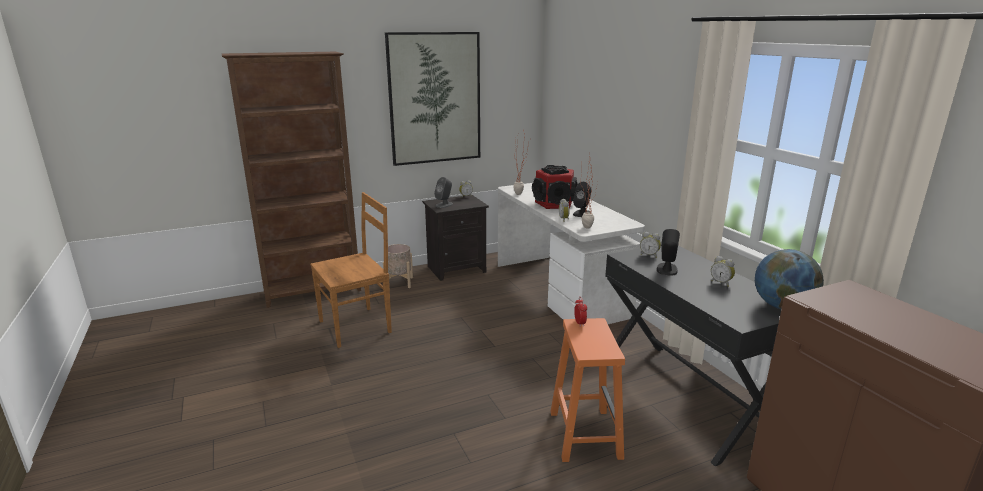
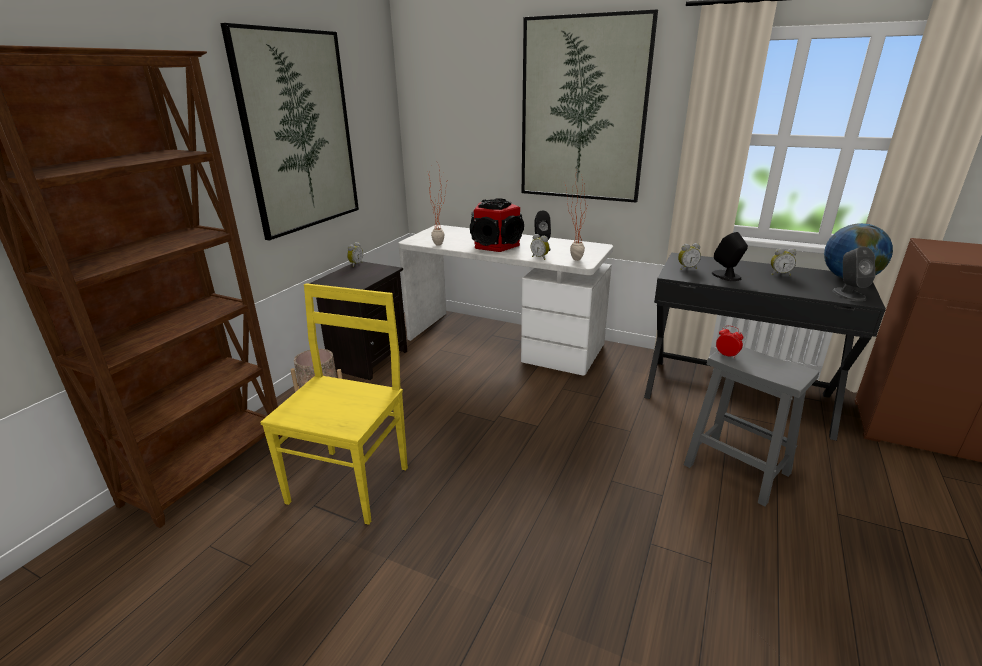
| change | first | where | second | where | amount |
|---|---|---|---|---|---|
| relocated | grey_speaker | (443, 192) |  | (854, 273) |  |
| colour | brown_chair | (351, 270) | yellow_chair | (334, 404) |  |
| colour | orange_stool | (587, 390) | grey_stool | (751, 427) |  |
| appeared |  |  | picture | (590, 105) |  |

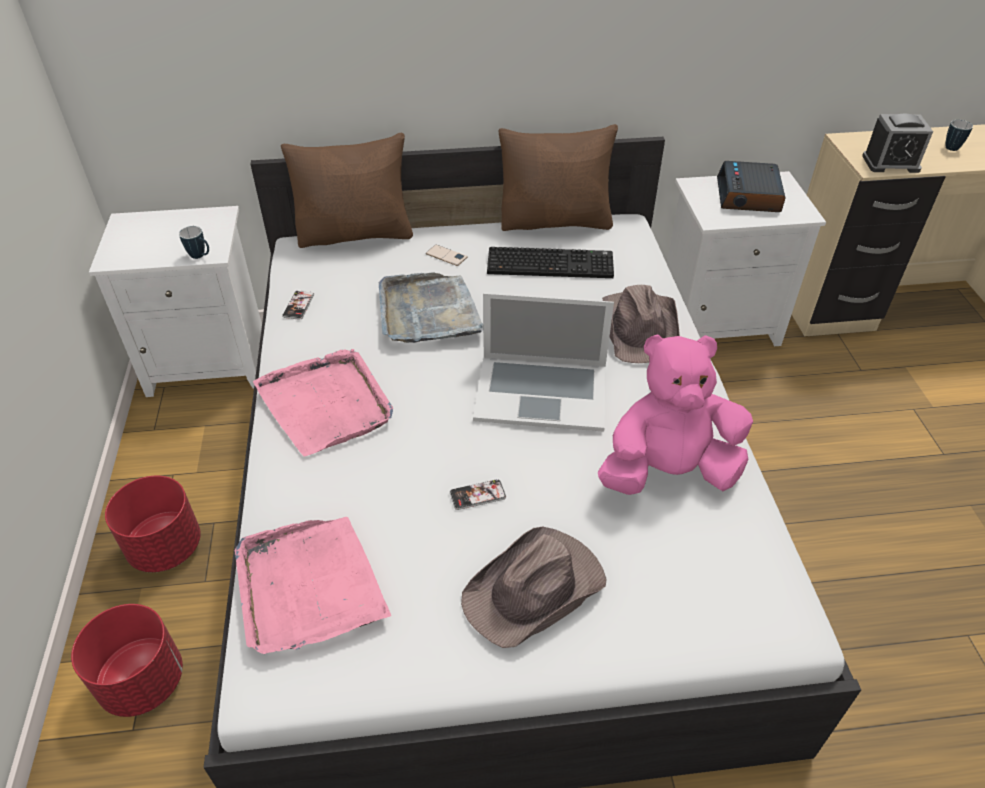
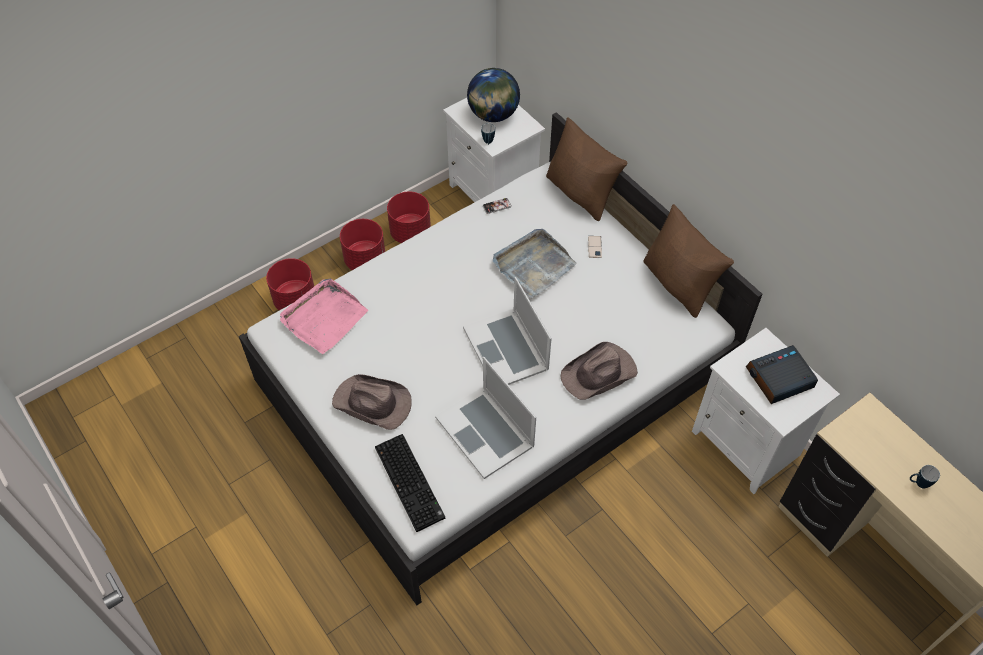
| change | first | where | second | where | amount |
|---|---|---|---|---|---|
| missing | alarm_clock | (897, 143) |  |  |  |
| relocated | keyboard | (550, 262) |  | (410, 483) |  |
| exchanged | pink_plush_toy | (675, 414) | laptop | (485, 418) |  |
| missing | pink_tray | (323, 402) |  |  |  |
| missing | phone | (478, 494) |  |  |  |
| appeared |  |  | globe | (493, 95) |  |
| appeared |  |  | red_planter | (409, 217) |  |

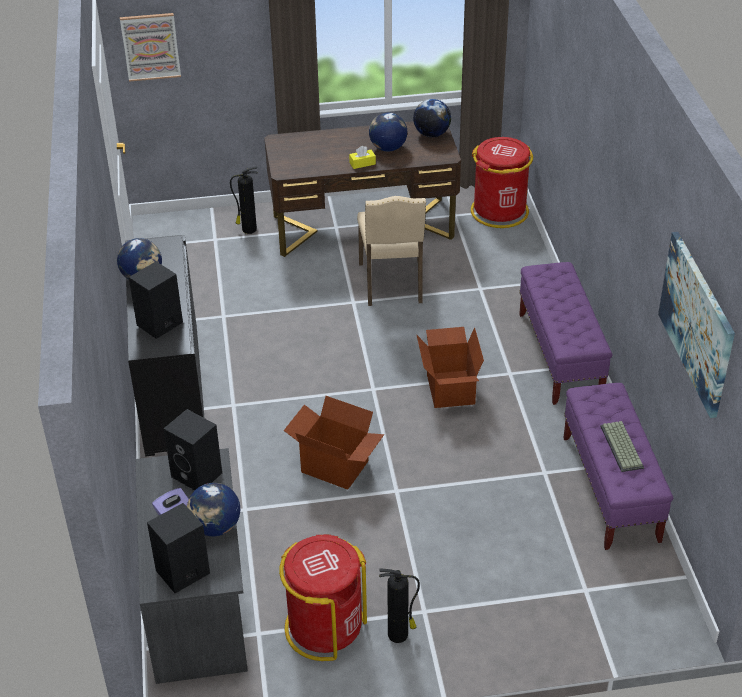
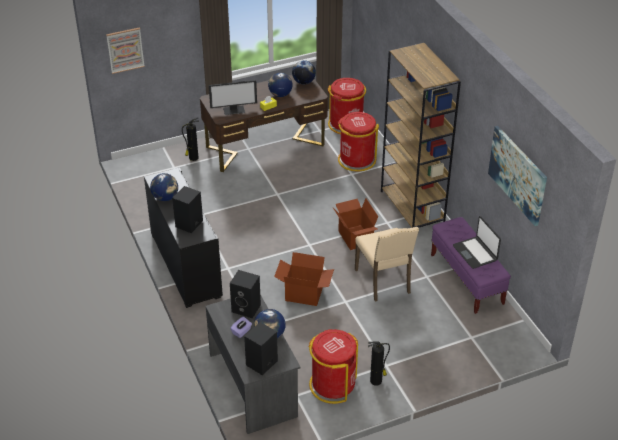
| change | first | where | second | where | amount |
|---|---|---|---|---|---|
| relocated | beige_chair | (391, 251) |  | (387, 264) |  |
| exchanged | purple_bench | (565, 333) | brown_bookcase | (421, 135) |  |
| exchanged | keyboard | (622, 446) | laptop | (477, 242) |  |
| appeared |  |  | monitor | (233, 97) |  |
| appeared |  |  | red_trash_can | (358, 142) |  |

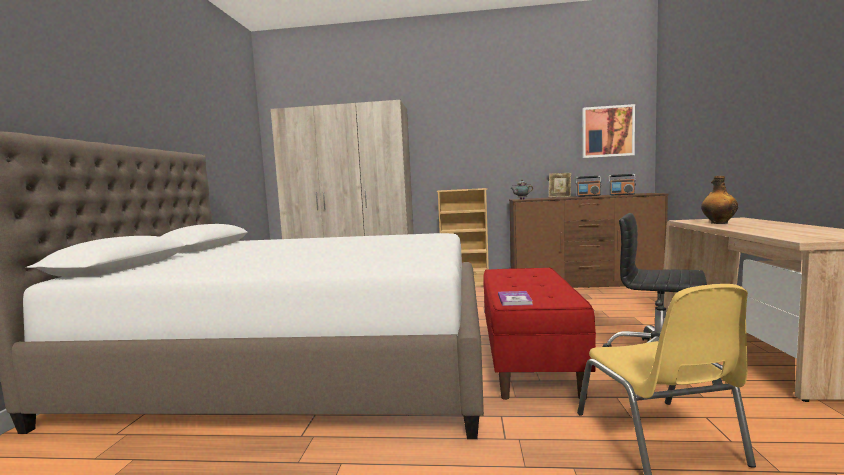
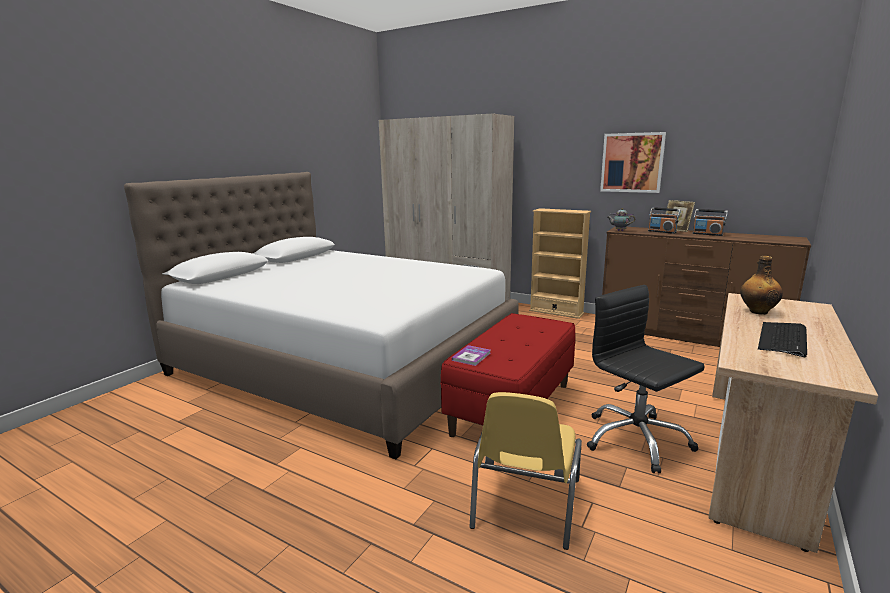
| change | first | where | second | where | amount |
|---|---|---|---|---|---|
| relocated | picture | (608, 131) |  | (633, 162) |  |
| relocated | radio | (622, 184) |  | (664, 220) |  |
| appeared |  |  | keyboard | (782, 339) |  |

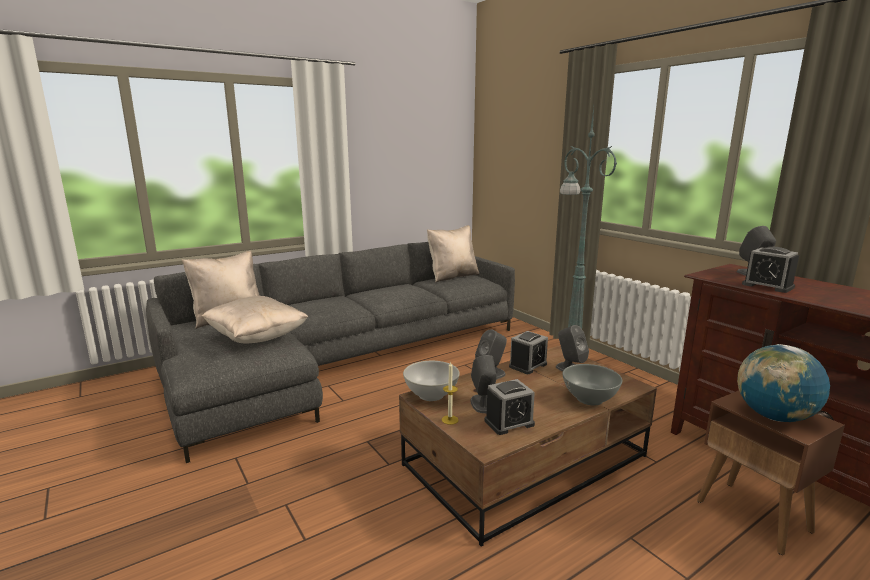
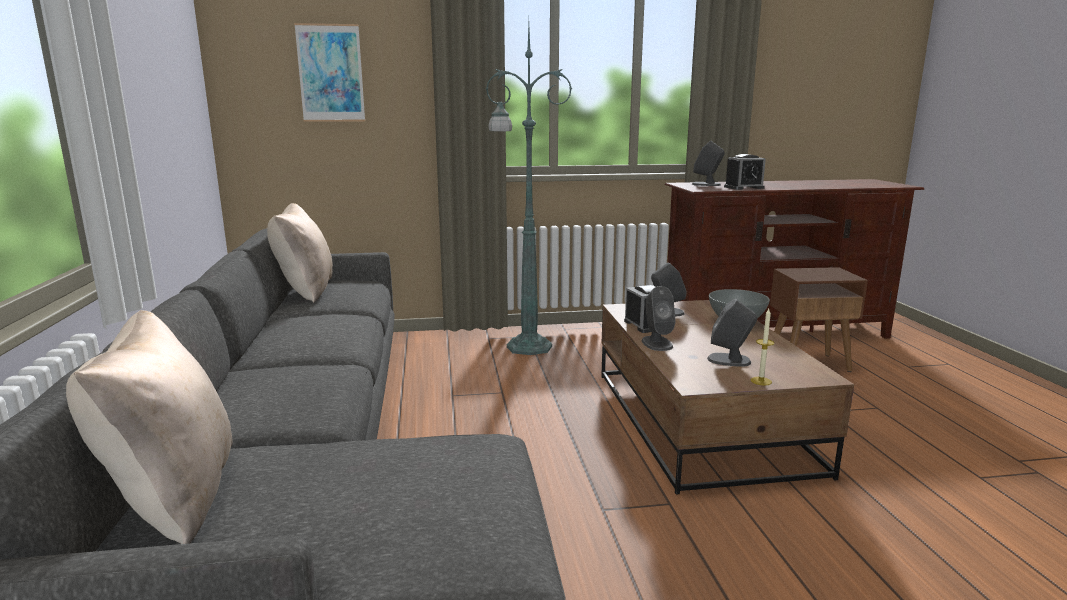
| change | first | where | second | where | amount |
|---|---|---|---|---|---|
| missing | beige_pillow | (255, 319) |  |  |  |
| missing | globe | (783, 383) |  |  |  |
| missing | white_bowl | (431, 381) |  |  |  |
| missing | alarm_clock | (510, 407) |  |  |  |
| appeared |  |  | picture | (329, 72) |  |

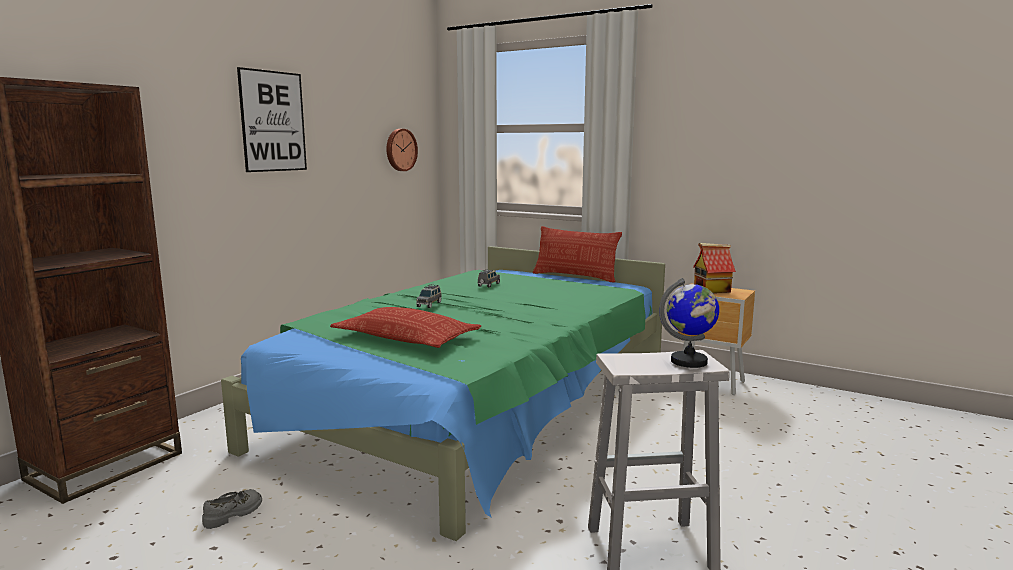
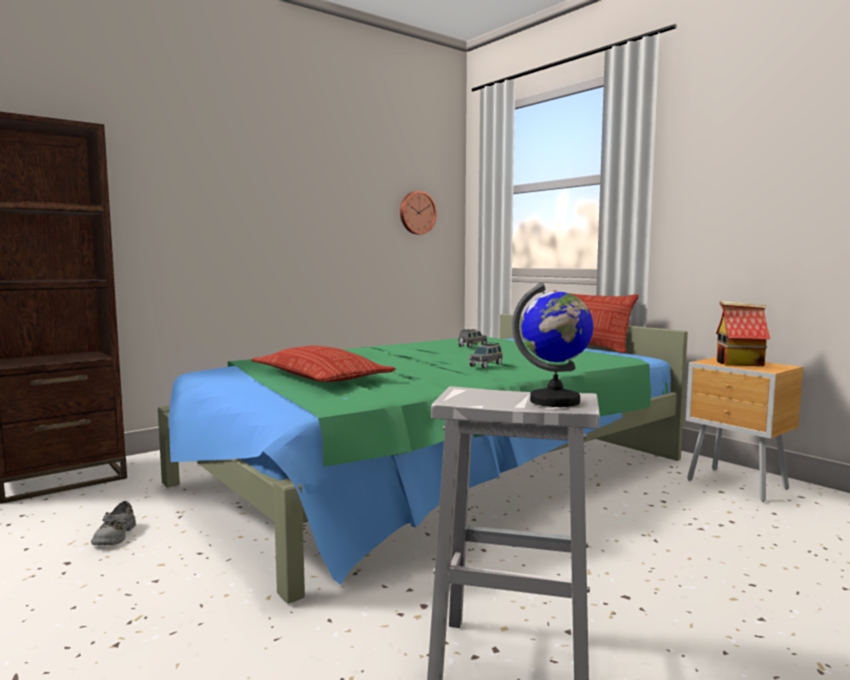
| change | first | where | second | where | amount |
|---|---|---|---|---|---|
| missing | picture | (272, 119) |  |  |  |
| relocated | grey_toy_car | (429, 296) |  | (486, 355) |  |
| spun | grey_shoe | (232, 509) |  | (113, 523) | 120 degrees clockwise |

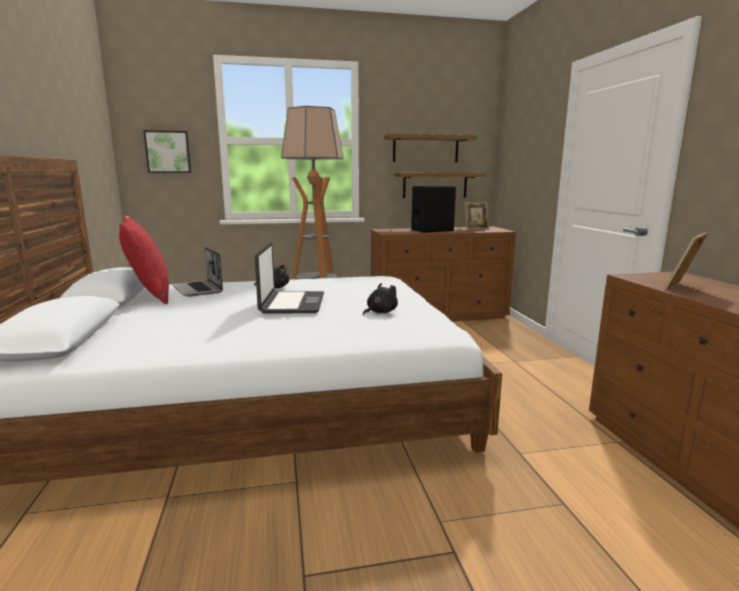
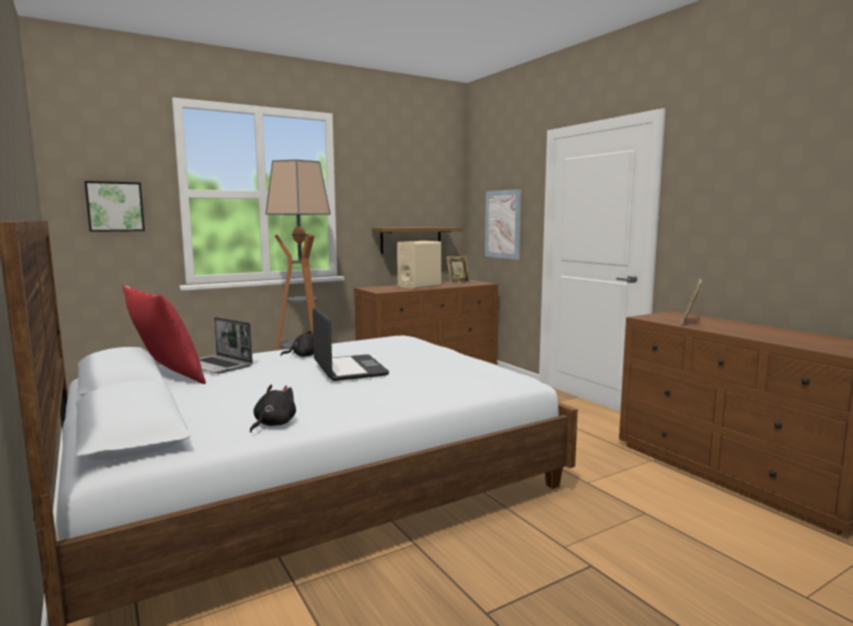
| change | first | where | second | where | amount |
|---|---|---|---|---|---|
| missing | shelf | (430, 148) |  |  |  |
| colour | black_speaker | (433, 209) | beige_speaker | (419, 265) |  |
| relocated | black_plush_toy | (380, 299) |  | (273, 408) |  |
| appeared |  |  | picture | (503, 224) |  |

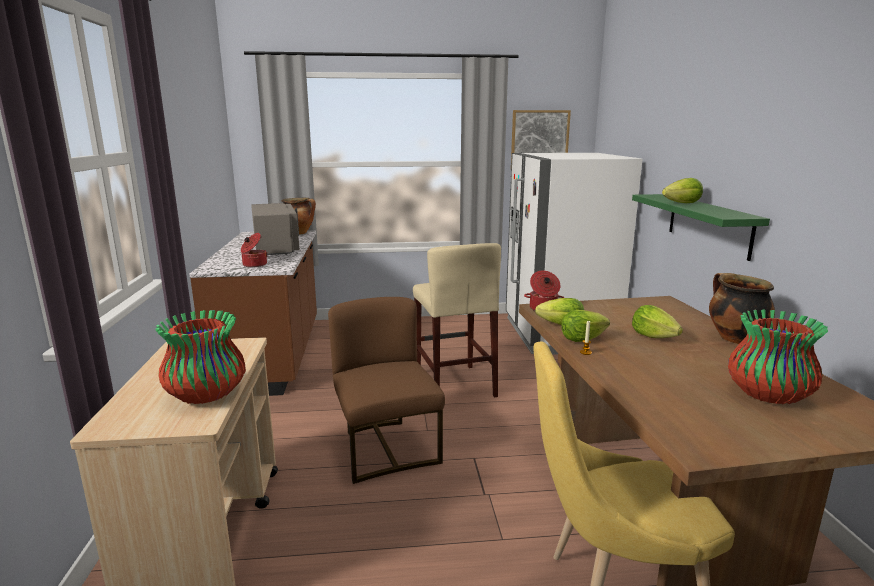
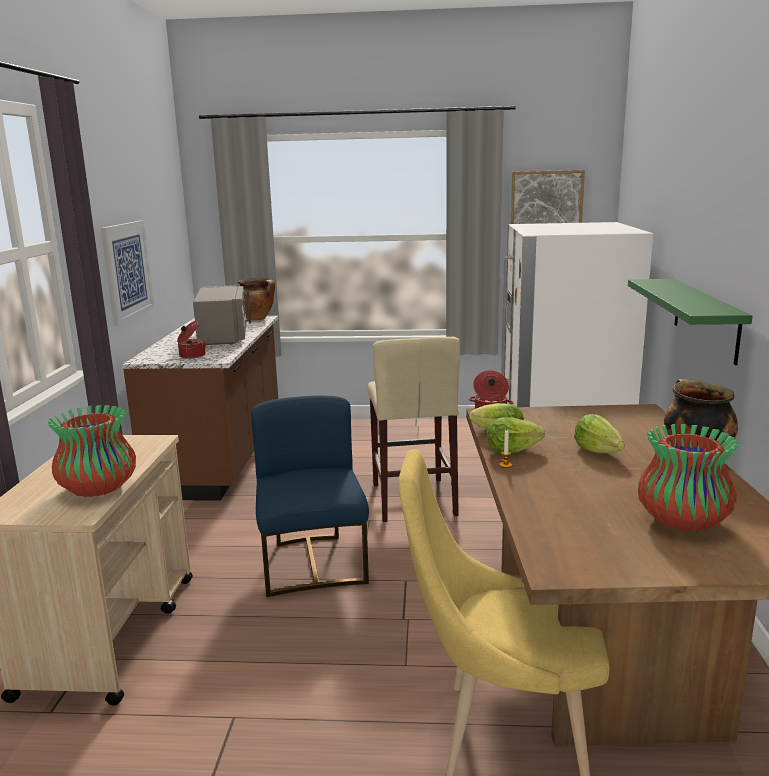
| change | first | where | second | where | amount |
|---|---|---|---|---|---|
| missing | lettuce | (682, 190) |  |  |  |
| colour | brown_chair | (386, 390) | blue_chair | (310, 496) |  |
| appeared |  |  | picture | (127, 273) |  |

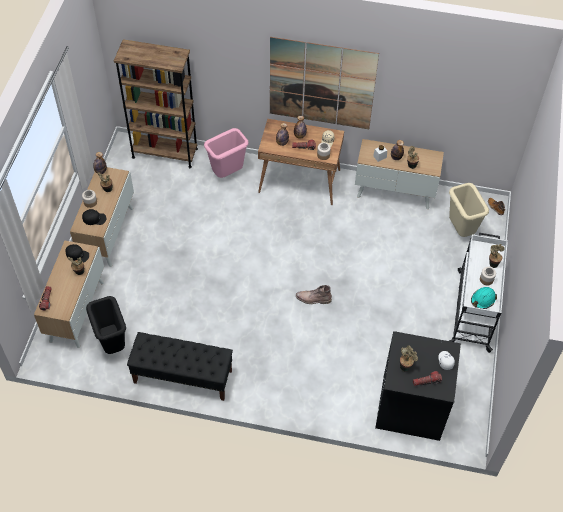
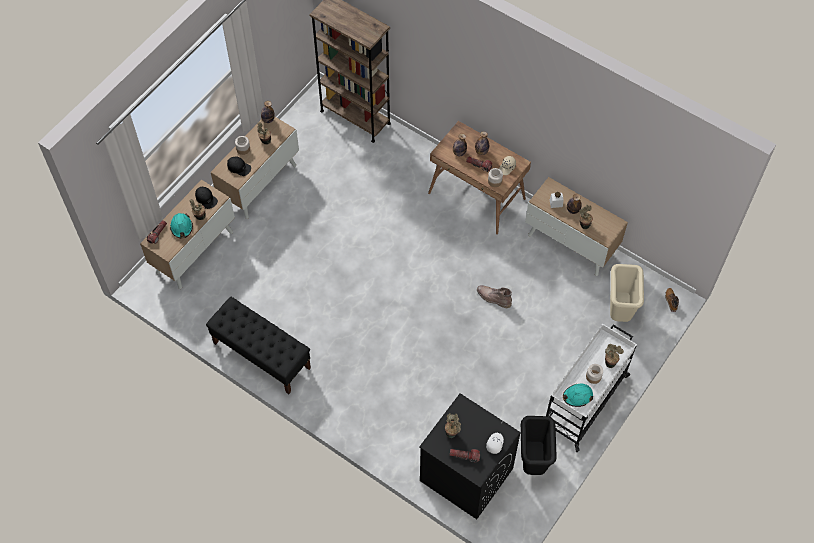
| change | first | where | second | where | amount |
|---|---|---|---|---|---|
| missing | picture | (324, 83) |  |  |  |
| missing | pink_trash_can | (226, 153) |  |  |  |
| relocated | brown_boot | (314, 294) |  | (494, 296) |  |
| relocated | black_trash_can | (106, 325) |  | (539, 445) |  |
| appeared |  |  | turquoise_hard_hat | (181, 225) |  |

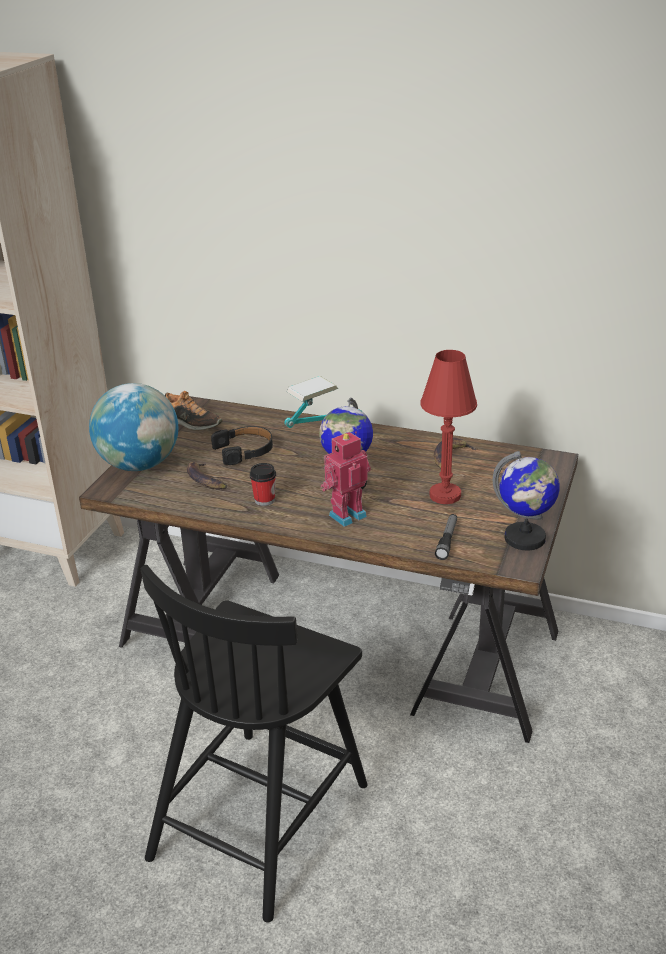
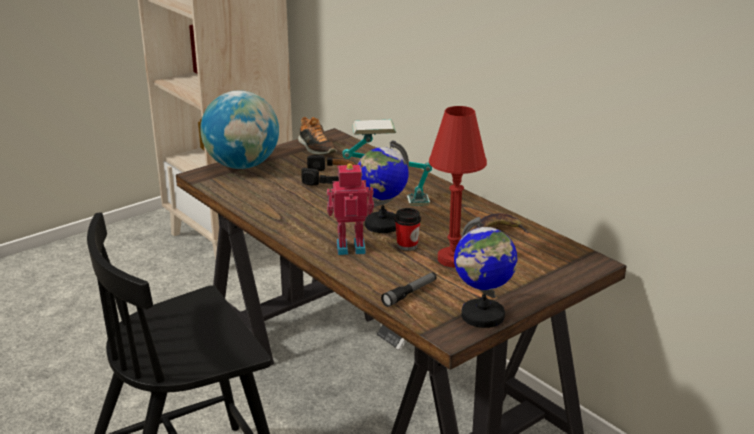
| change | first | where | second | where | amount |
|---|---|---|---|---|---|
| missing | banana | (207, 476) |  |  |  |
| relocated | cup | (263, 484) |  | (408, 229) |  |

